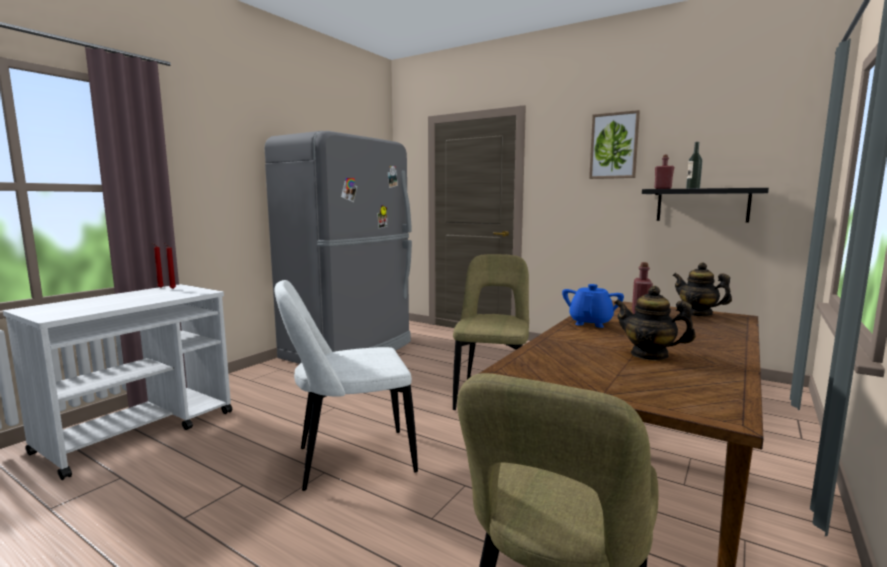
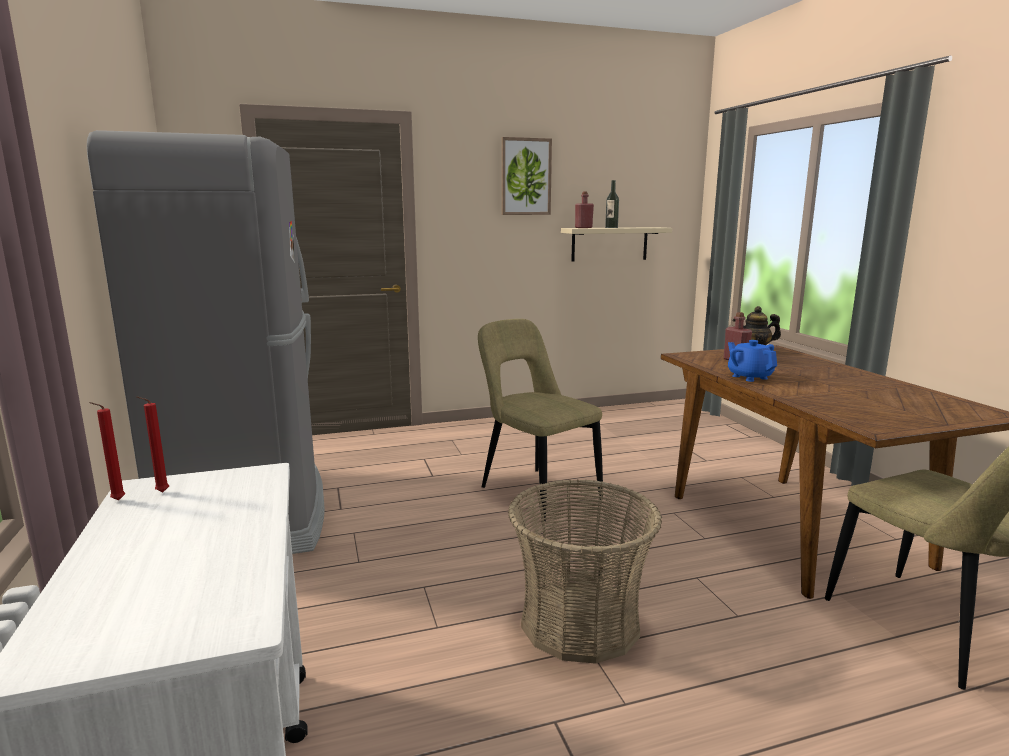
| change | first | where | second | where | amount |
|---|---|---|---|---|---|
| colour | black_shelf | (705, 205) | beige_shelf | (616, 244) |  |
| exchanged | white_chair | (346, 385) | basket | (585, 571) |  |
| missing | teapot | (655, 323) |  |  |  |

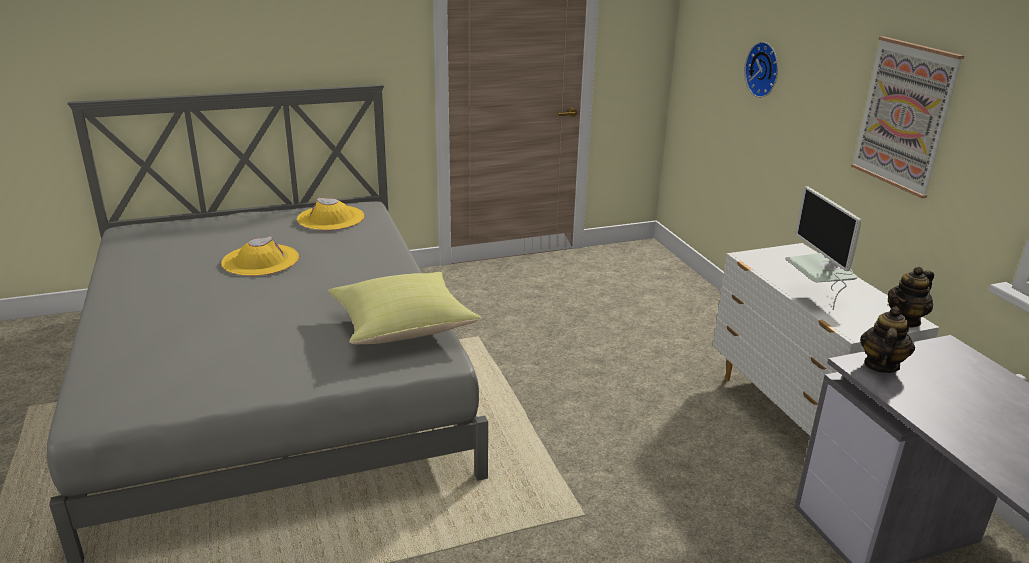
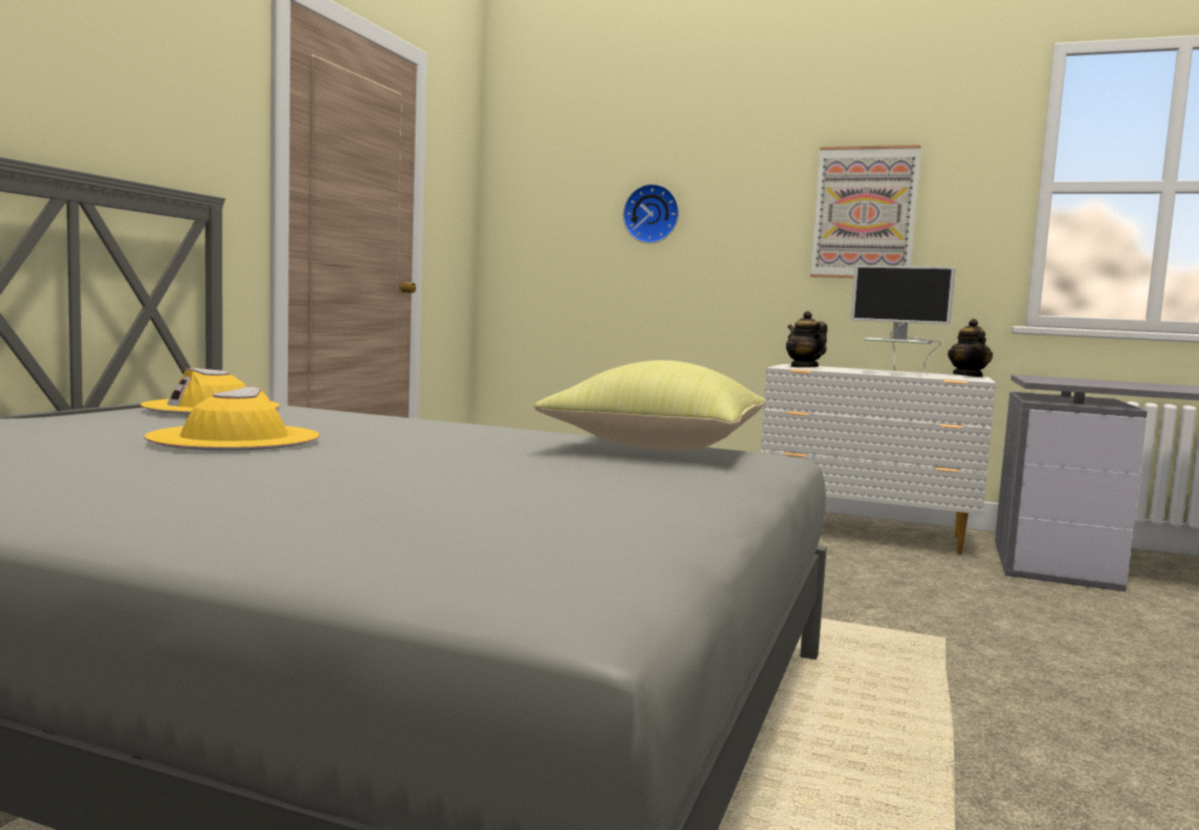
| change | first | where | second | where | amount |
|---|---|---|---|---|---|
| relocated | teapot | (887, 340) |  | (806, 339) |  |

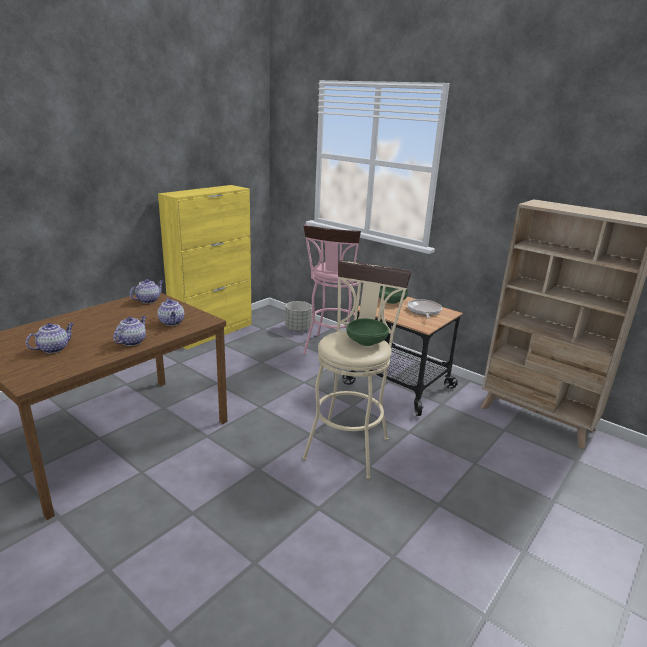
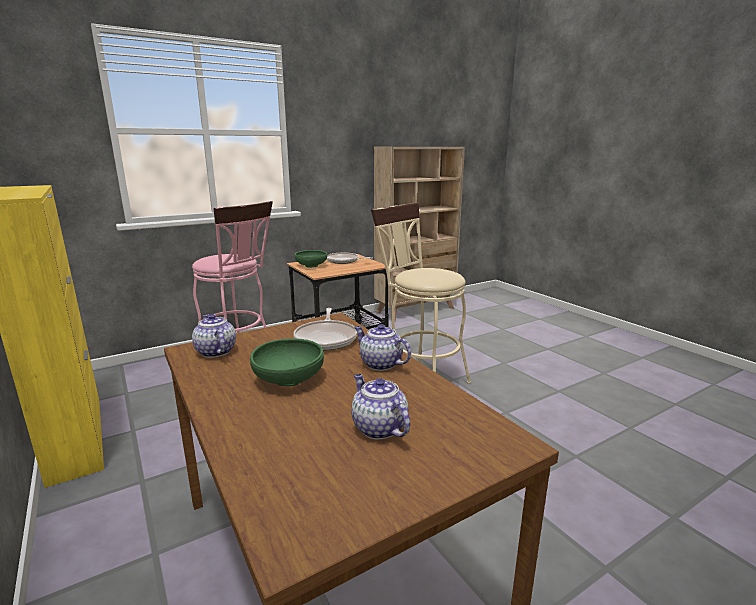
| change | first | where | second | where | amount |
|---|---|---|---|---|---|
| exchanged | teapot | (171, 312) | frying_pan | (325, 329) |  |
| missing | grey_planter | (298, 316) |  |  |  |
| relocated | green_bowl | (367, 332) |  | (287, 362) |  |

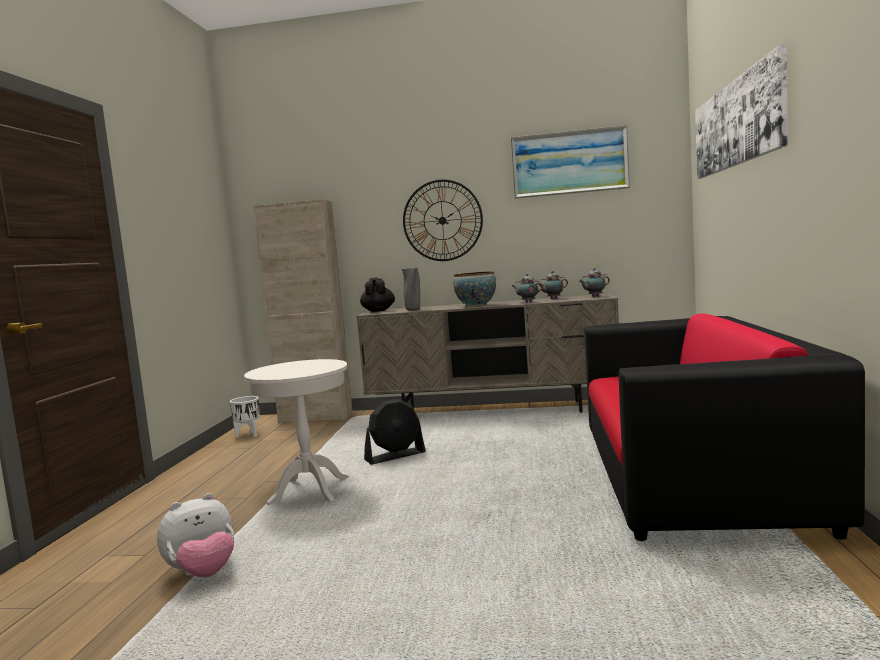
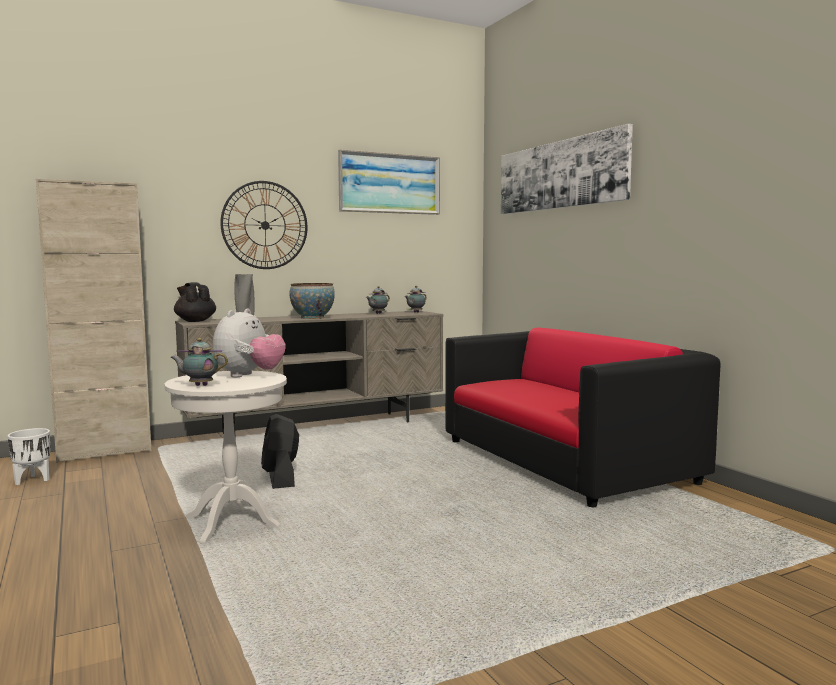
| change | first | where | second | where | amount |
|---|---|---|---|---|---|
| relocated | teapot | (527, 288) |  | (199, 362) |  |
| spun | black_fan | (395, 432) |  | (280, 451) | 135 degrees clockwise |
| relocated | plush_toy | (195, 535) |  | (249, 342) |  |

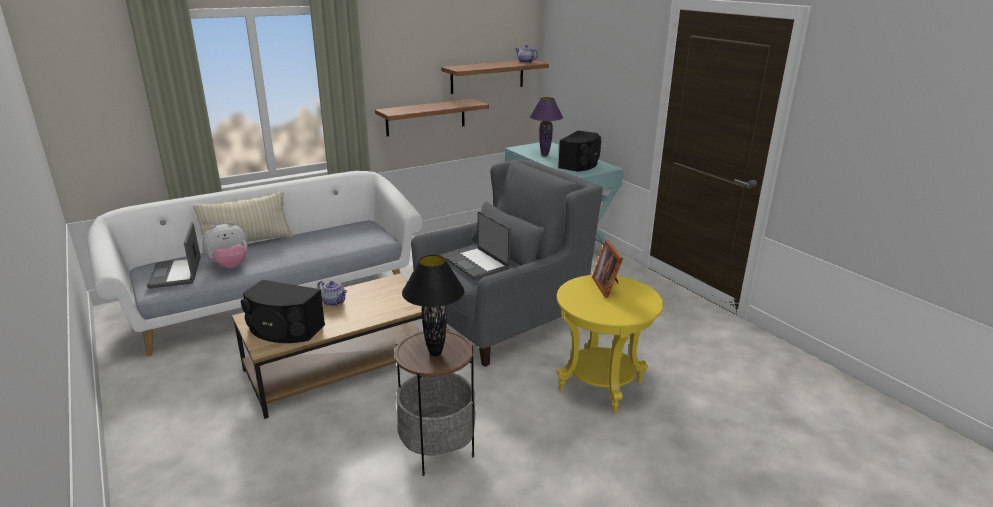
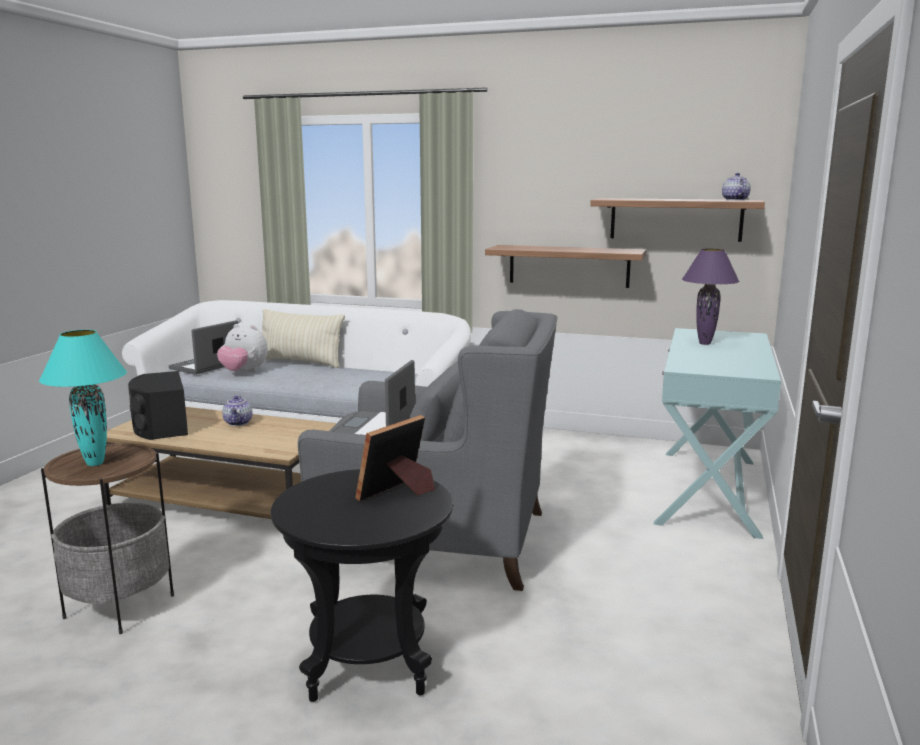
| change | first | where | second | where | amount |
|---|---|---|---|---|---|
| missing | black_speaker | (579, 151) |  |  |  |
| colour | black_table_lamp | (433, 305) | turquoise_table_lamp | (83, 398) |  |
| colour | yellow_side_table | (610, 344) | black_side_table | (362, 585) |  |

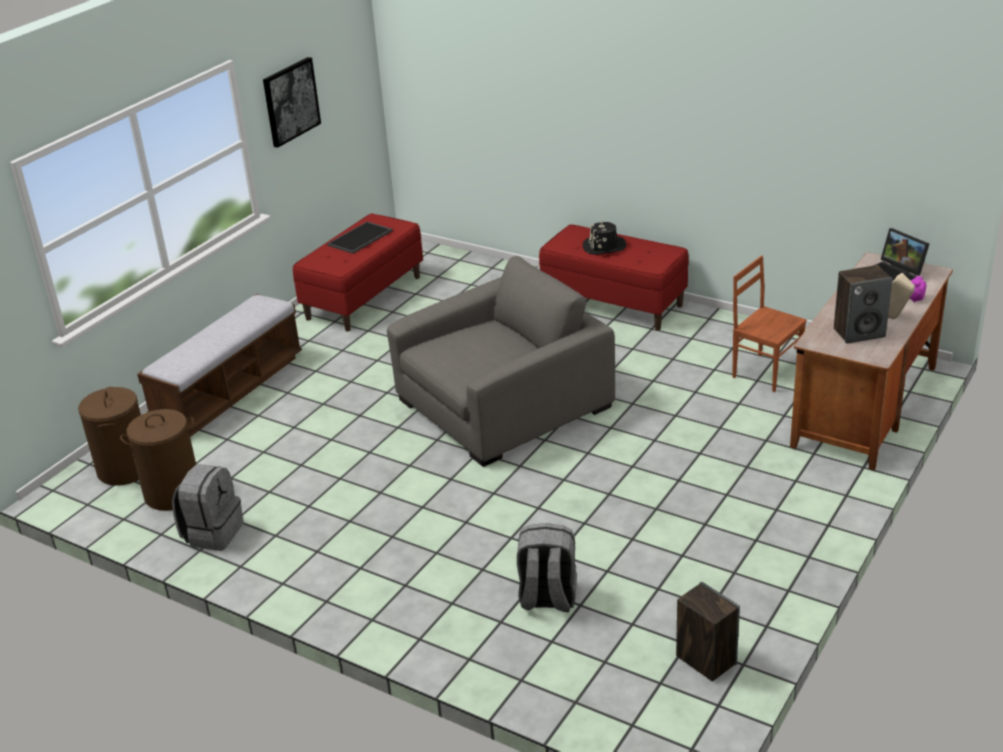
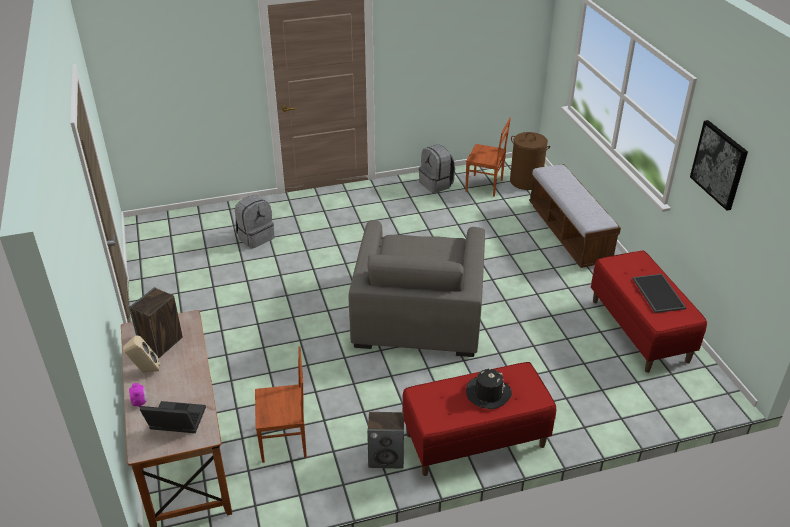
| change | first | where | second | where | amount |
|---|---|---|---|---|---|
| exchanged | brown_laundry_basket | (158, 460) | brown_chair | (488, 157) |  |
| relocated | speaker | (708, 631) |  | (385, 440) |  |

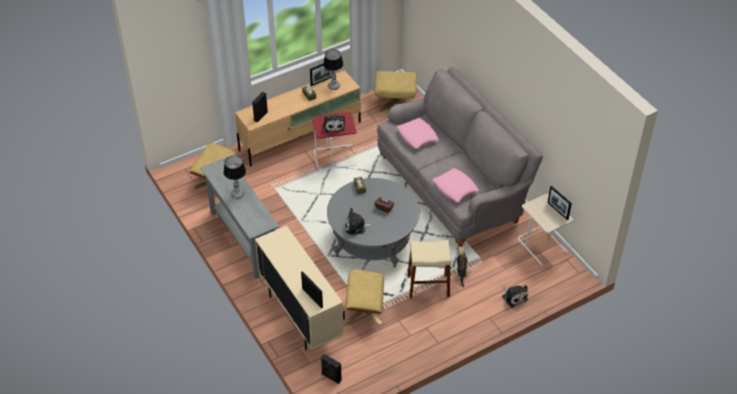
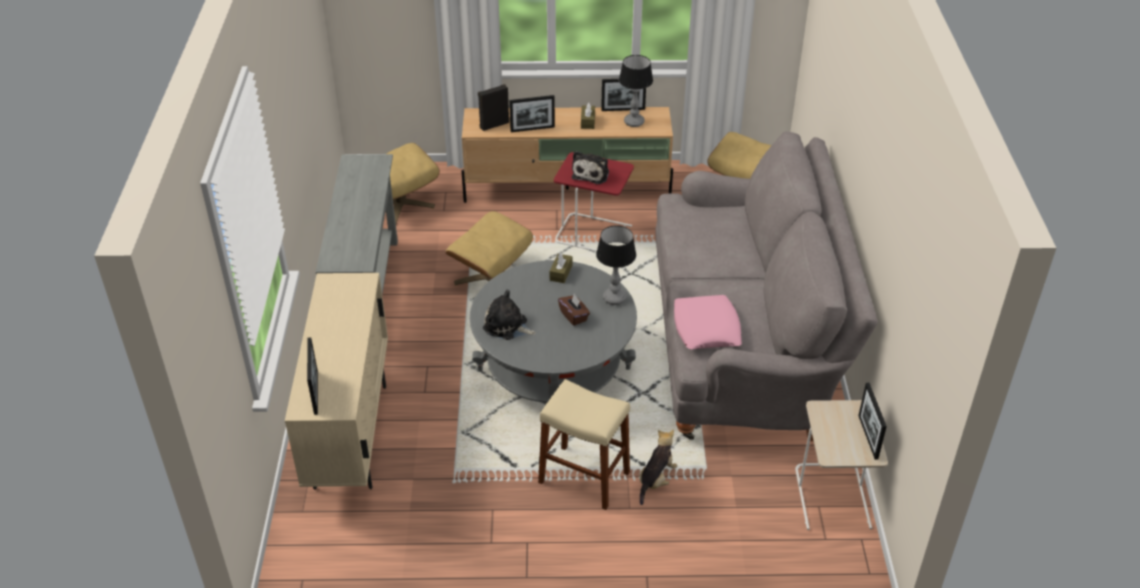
| change | first | where | second | where | amount |
|---|---|---|---|---|---|
| missing | pink_pillow | (418, 133) |  |  |  |
| relocated | table_lamp | (234, 177) |  | (616, 265) |  |
| relocated | beige_ottoman | (365, 297) |  | (489, 248) |  |
| missing | plush_toy | (515, 296) |  |  |  |
| missing | black_speaker | (331, 369) |  |  |  |
| appeared |  |  | picture_frame | (532, 113) |  |

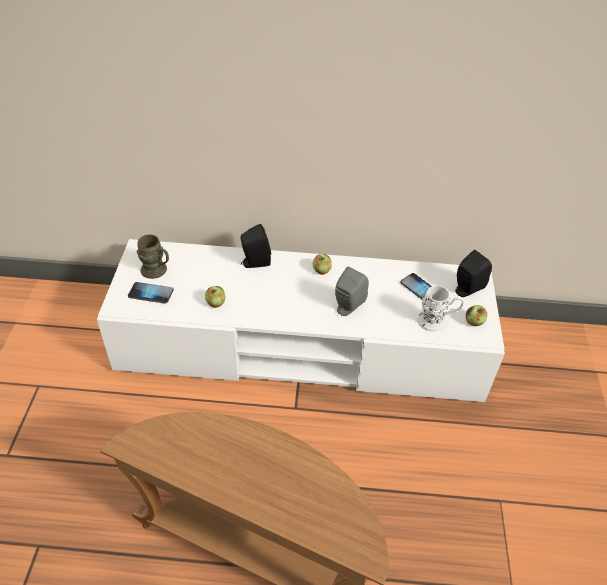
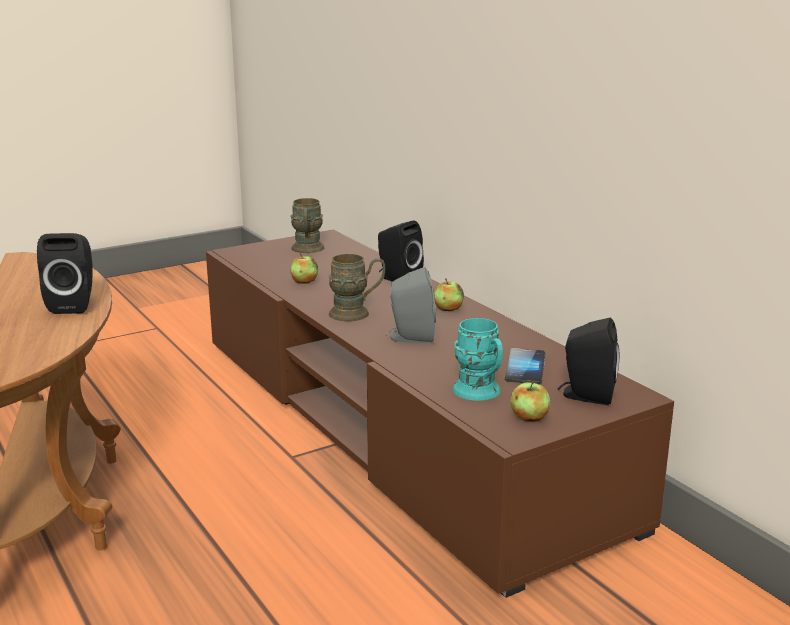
| change | first | where | second | where | amount |
|---|---|---|---|---|---|
| colour | white_tv_stand | (301, 320) | brown_tv_stand | (440, 414) |  |
| missing | phone | (151, 293) |  |  |  |
| colour | white_mug | (440, 309) | turquoise_mug | (477, 359) |  |
| appeared |  |  | black_speaker | (65, 273) |  |
| appeared |  |  | brown_mug | (356, 287) |  |

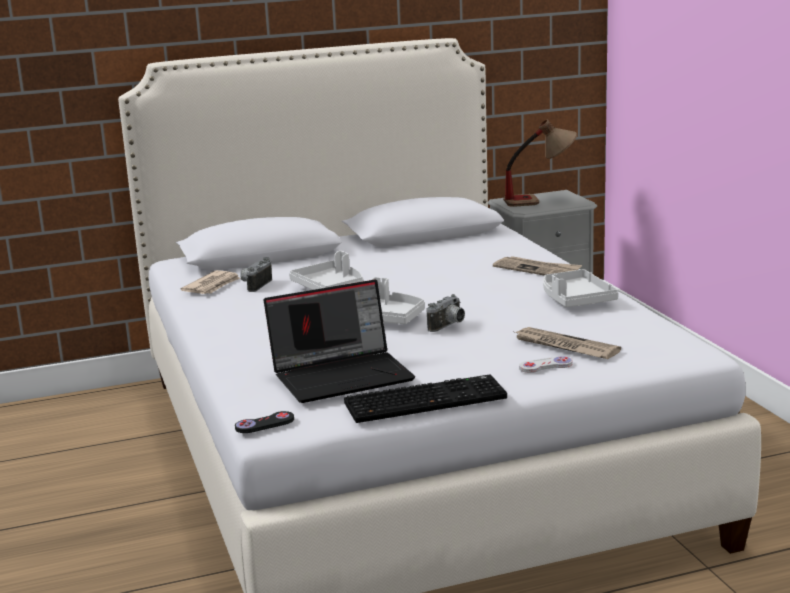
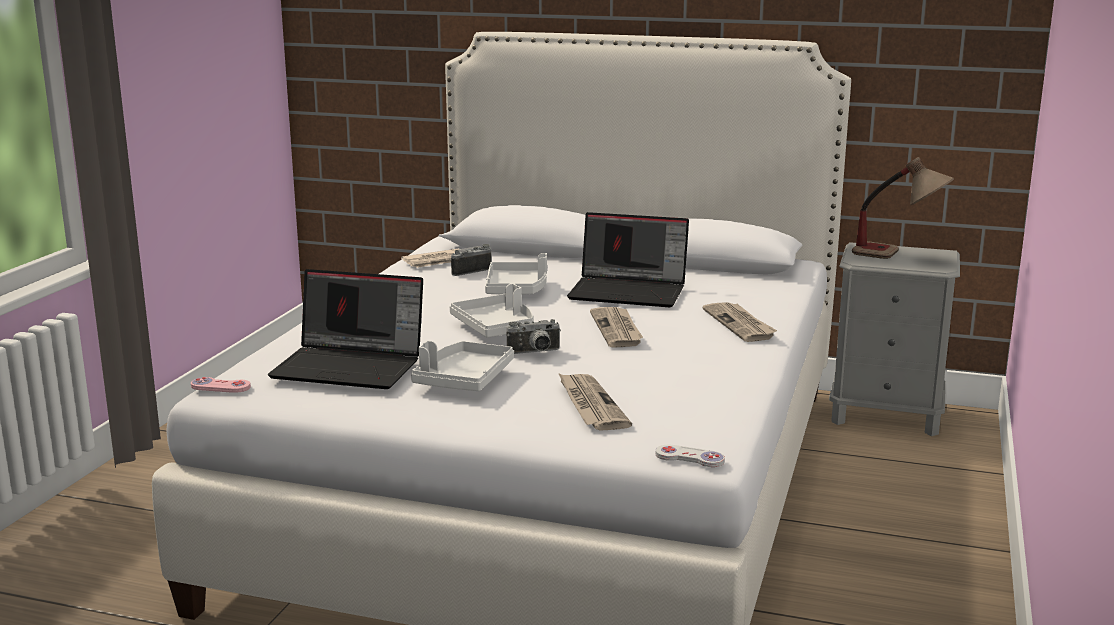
| change | first | where | second | where | amount |
|---|---|---|---|---|---|
| relocated | grey_tray | (581, 288) |  | (462, 366) |  |
| relocated | white_game_controller | (546, 364) |  | (690, 456) |  |
| missing | keyboard | (425, 398) |  |  |  |
| colour | black_game_controller | (264, 422) | pink_game_controller | (221, 385) |  |
| appeared |  |  | laptop | (628, 259) |  |
| appeared |  |  | newspaper | (616, 327) |  |

